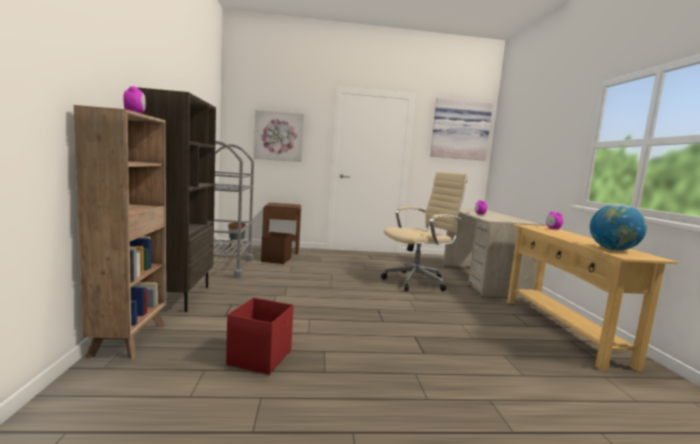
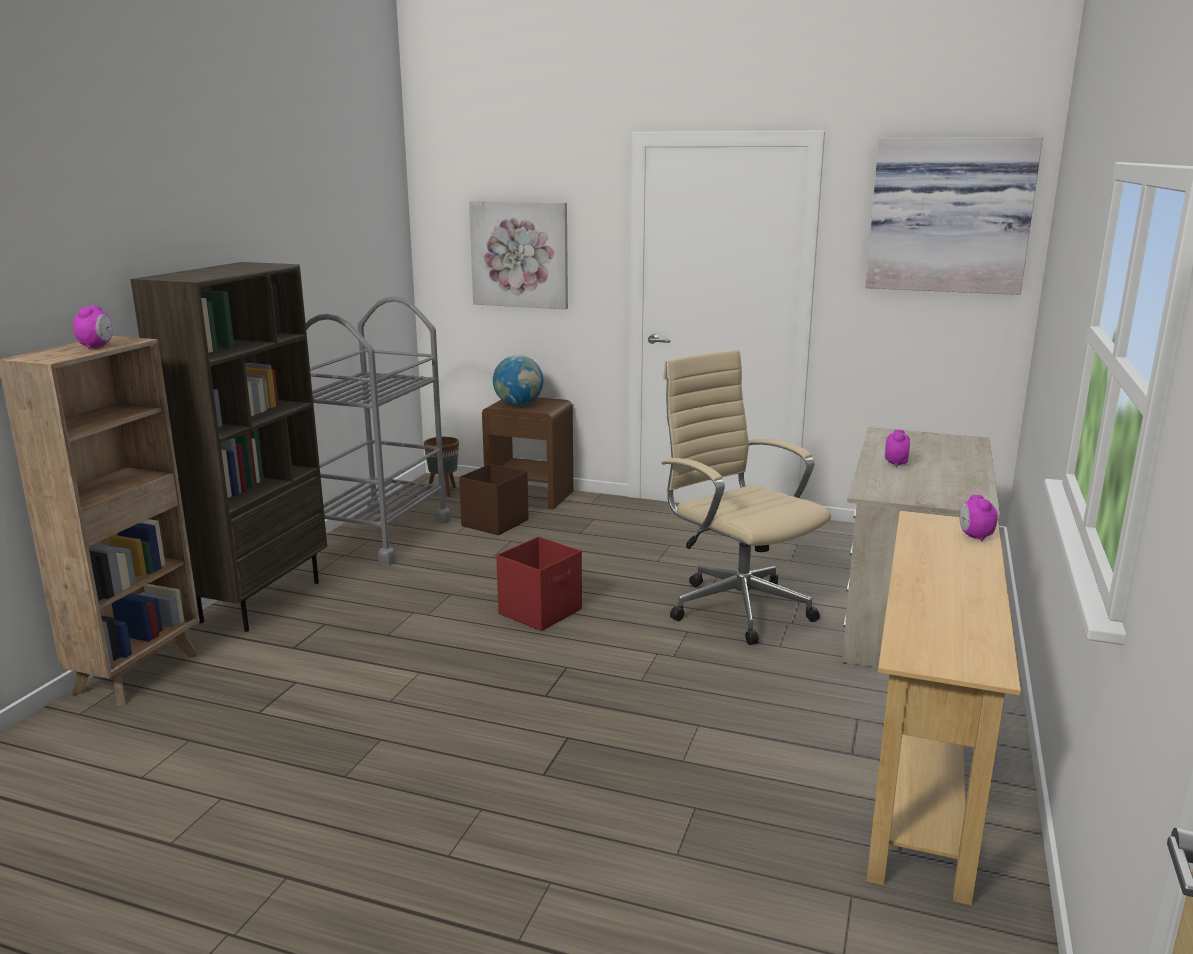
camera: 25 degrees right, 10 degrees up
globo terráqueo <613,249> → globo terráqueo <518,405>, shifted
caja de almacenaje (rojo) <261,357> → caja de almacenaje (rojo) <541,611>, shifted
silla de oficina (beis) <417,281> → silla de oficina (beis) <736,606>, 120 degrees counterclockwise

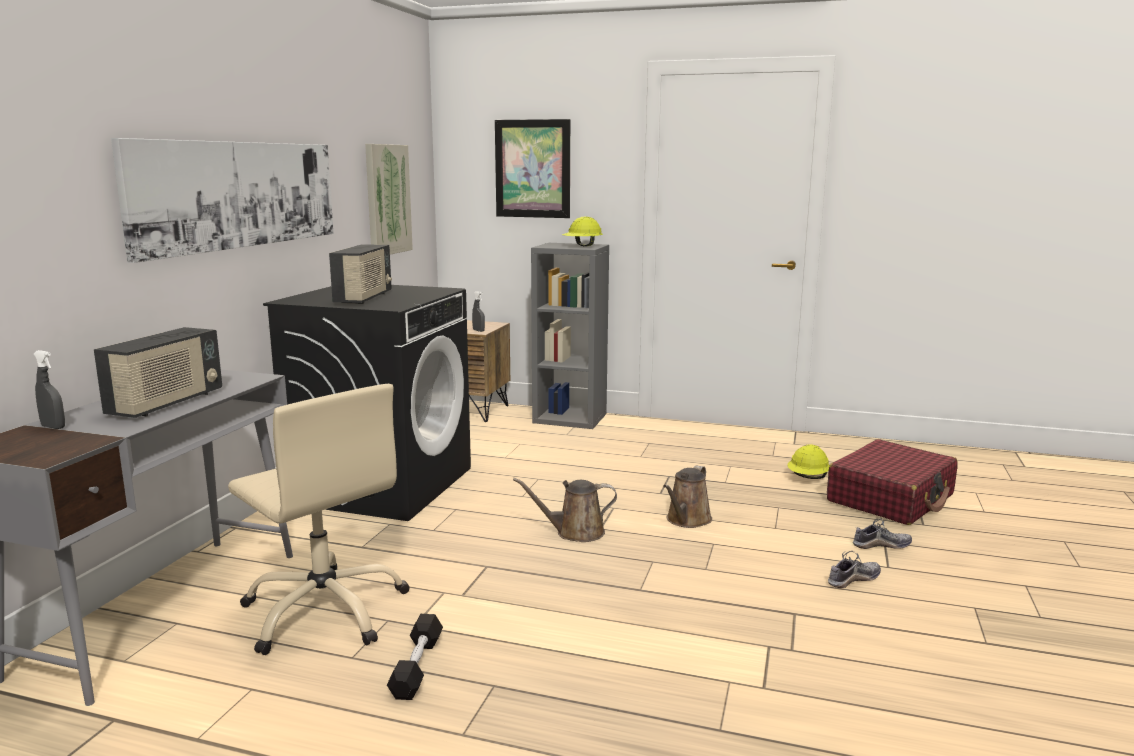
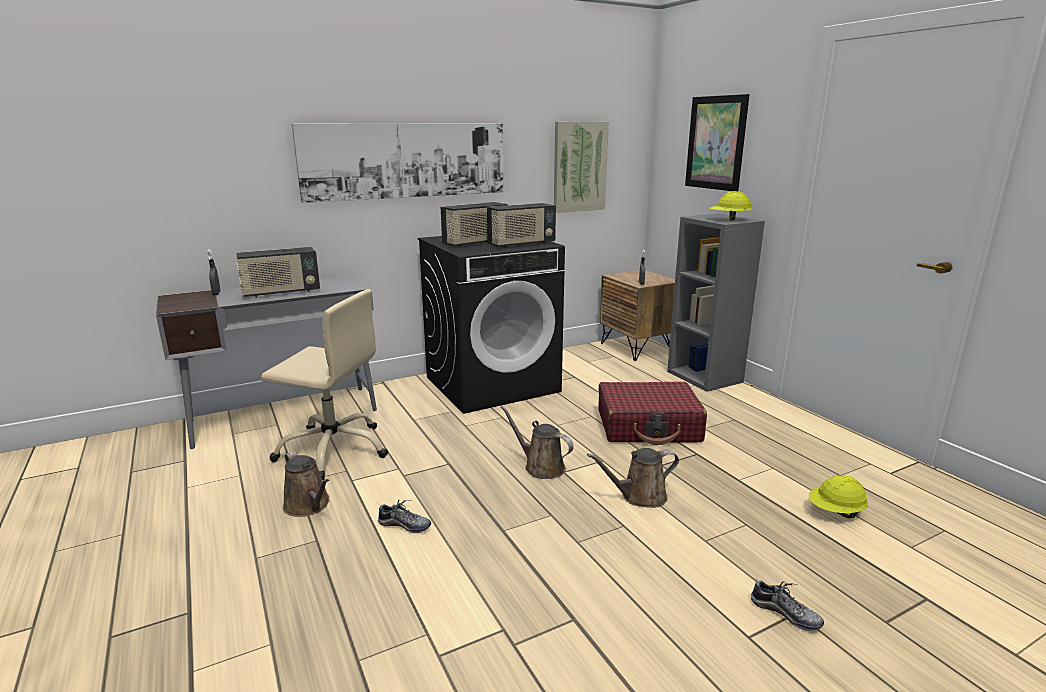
camera: 45 degrees right, 5 degrees up
silla de oficina (beis) <325,611> → silla de oficina (beis) <333,449>, 75 degrees counterclockwise
mancuerna (negro) <417,667> → regadera (marrón) <308,505>
zapato <853,579> → zapato <404,525>, shifted
- → radio <521,244>
maleta (rojo) <891,498> → maleta (rojo) <648,426>, shifted

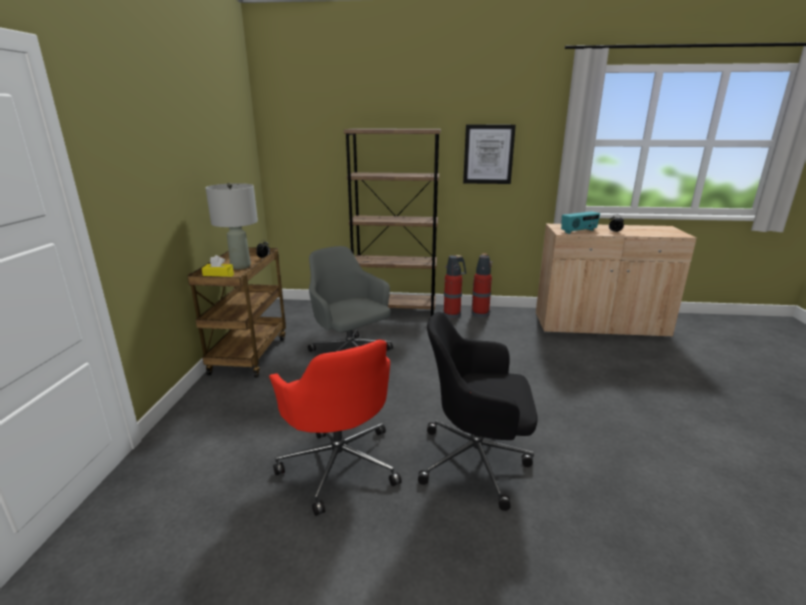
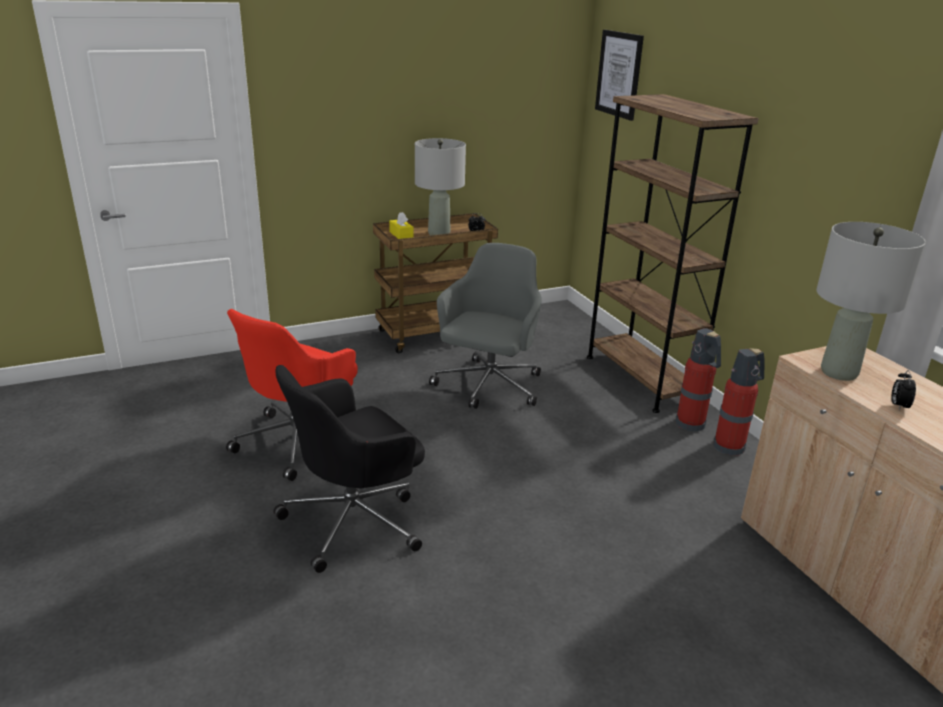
camera: 60 degrees right, 5 degrees up
silla de oficina (negro) <477,461> → silla de oficina (negro) <355,521>, 105 degrees counterclockwise
cuadro <488,154> → cuadro <619,74>, shifted
radio <579,231> → lámpara de mesa (gris) <839,372>

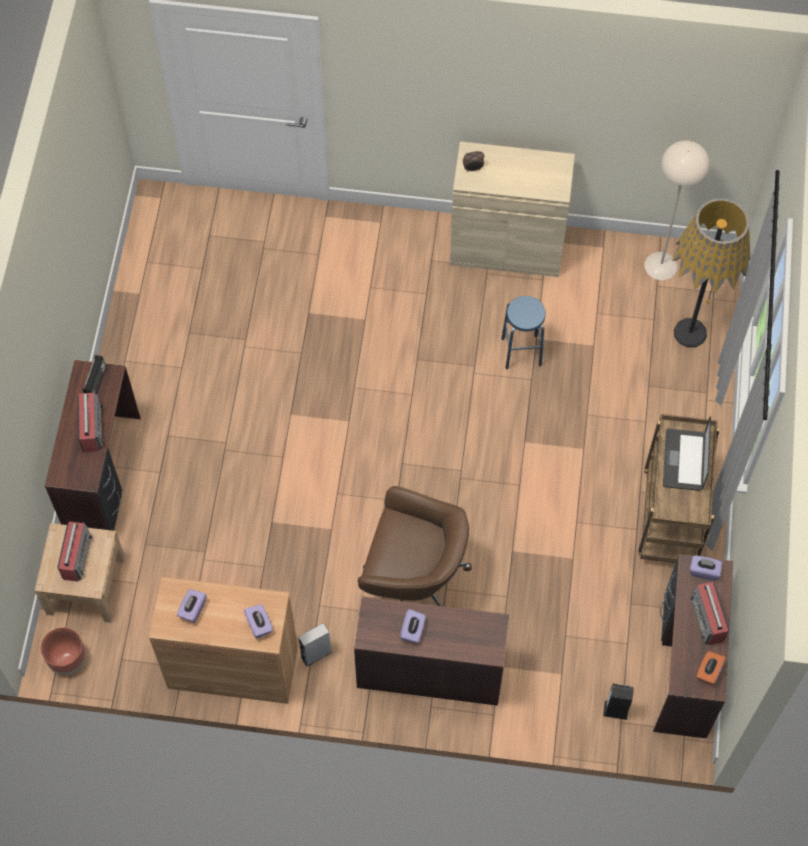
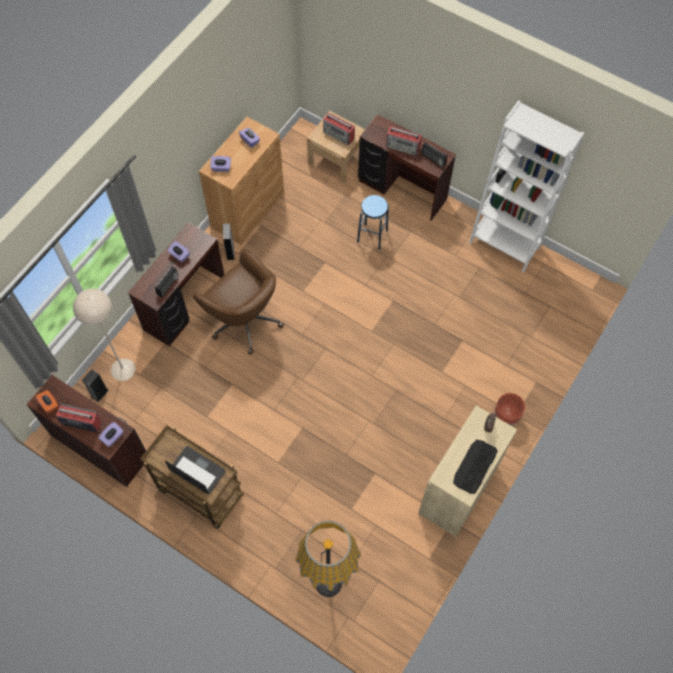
camera: 115 degrees right, 0 degrees up
lámpara de pie (beis) <661,266> → lámpara de pie (beis) <122,369>, shifted
- → radio <168,286>
silla de oficina (marrón) <413,582> → silla de oficina (marrón) <244,320>, 90 degrees counterclockwise
taburete (azul) <521,352> → taburete (azul) <372,236>, shifted
- → teclado <475,466>
- → estantería (blanco) <504,244>
maceta (marrón) <68,660> → maceta (marrón) <505,416>, shifted

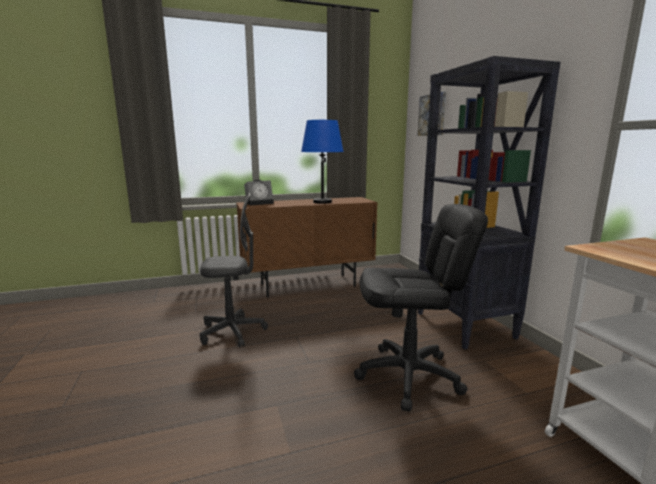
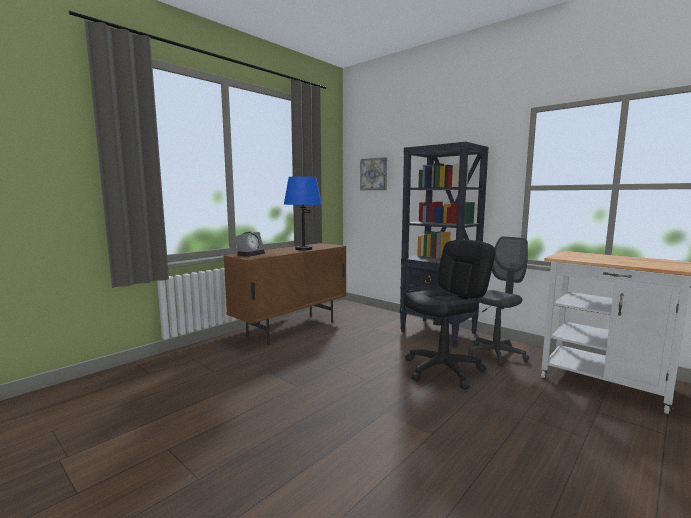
camera: 30 degrees left, 5 degrees down
silla de oficina (gris) <232,332> → silla de oficina (gris) <496,355>, shifted

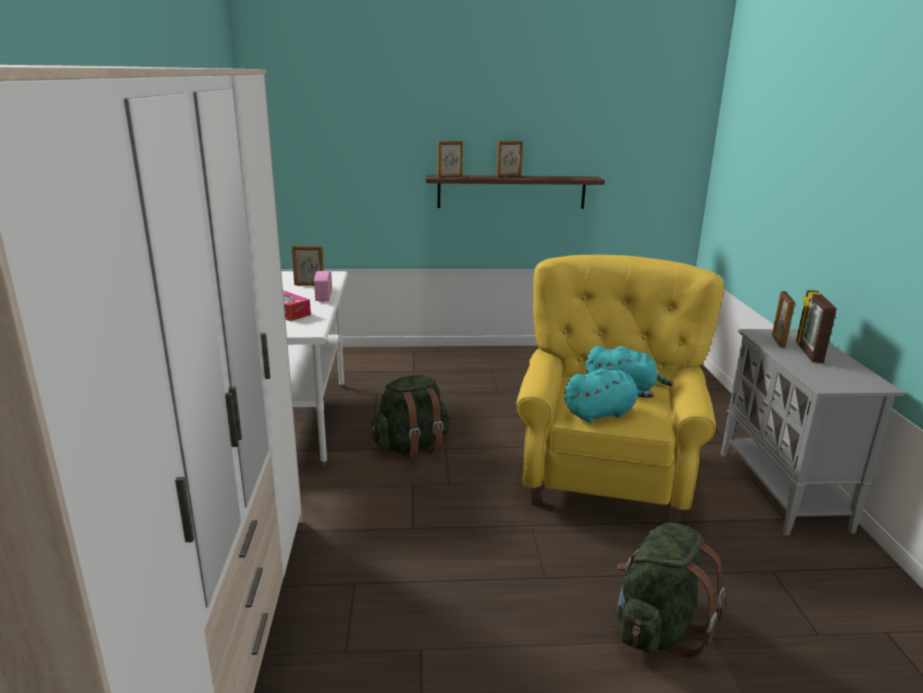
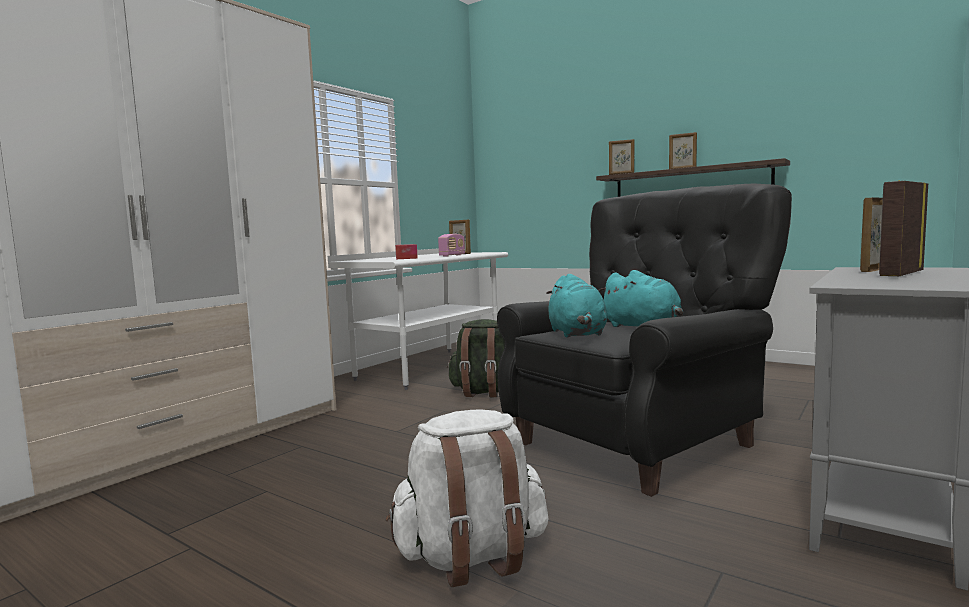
camera: 40 degrees right, 15 degrees down
mochila (verde) <657,628> → mochila (blanco) <472,557>
sillón (amarillo) <605,472> → sillón (negro) <639,442>
peluche (turquesa) <601,413> → peluche (turquesa) <577,334>, 60 degrees clockwise

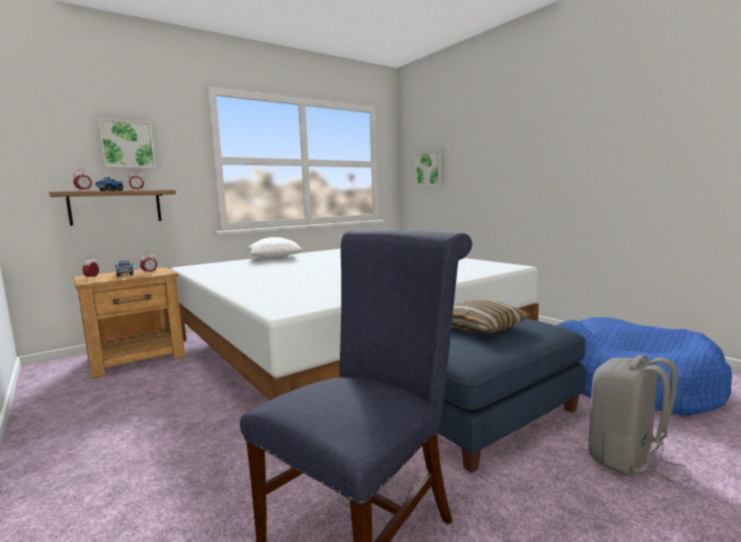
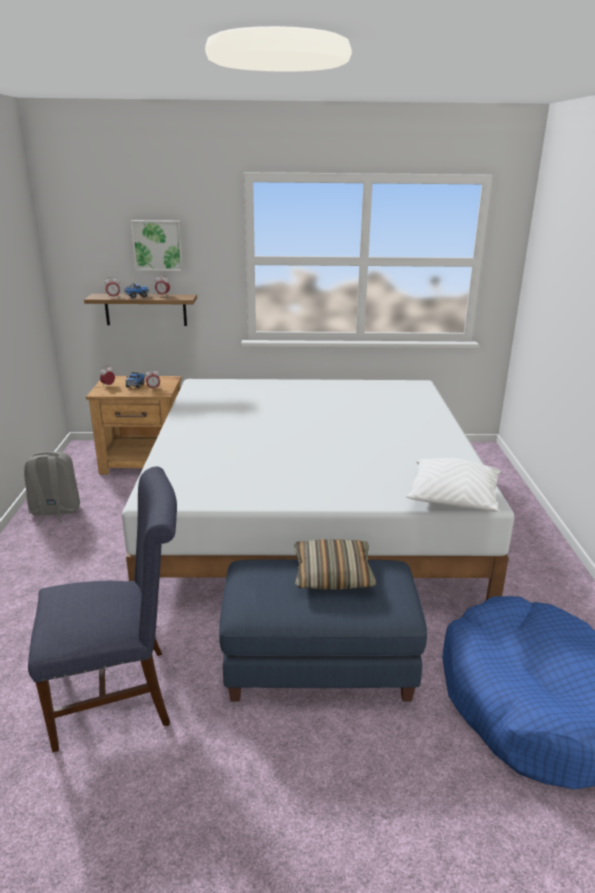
camera: 35 degrees right, 15 degrees up
mochila (gris) <628,459> → mochila (gris) <55,512>, shifted
cojín (blanco) <275,258> → cojín (blanco) <453,499>, shifted
cuadro <429,169> → -

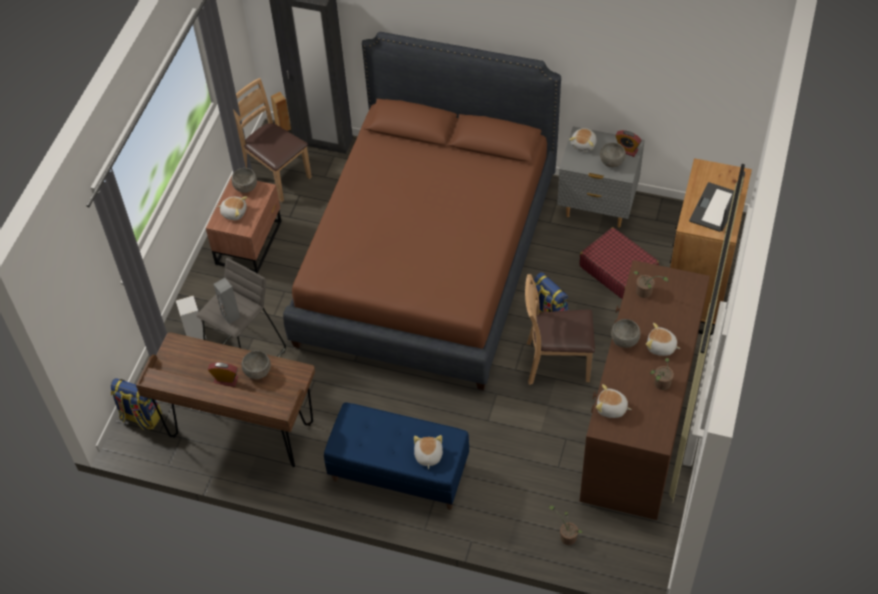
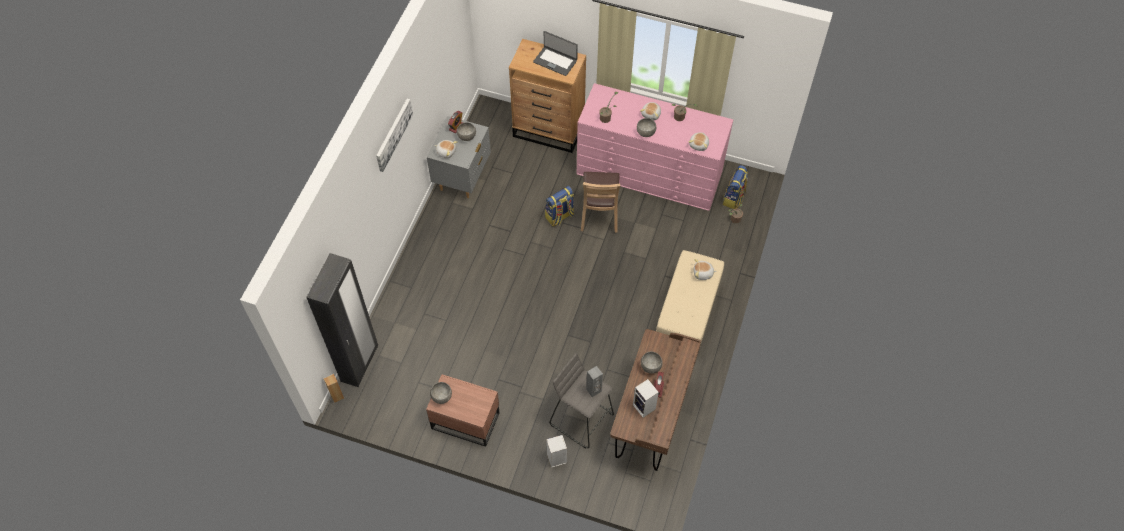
camera: 90 degrees left, 5 degrees up
- → cuadro <393,134>
cómoda (marrón) <639,422> → cómoda (rosa) <649,173>
- → altavoz <645,407>
banco (azul) <398,472> → banco (beis) <687,314>
mochila <140,417> → mochila <733,198>, shifted
peluche <234,212> → -
silla (marrón) <276,176> → -
cama (marrón) <428,259> → -
maleta (rojo) <617,270> → -

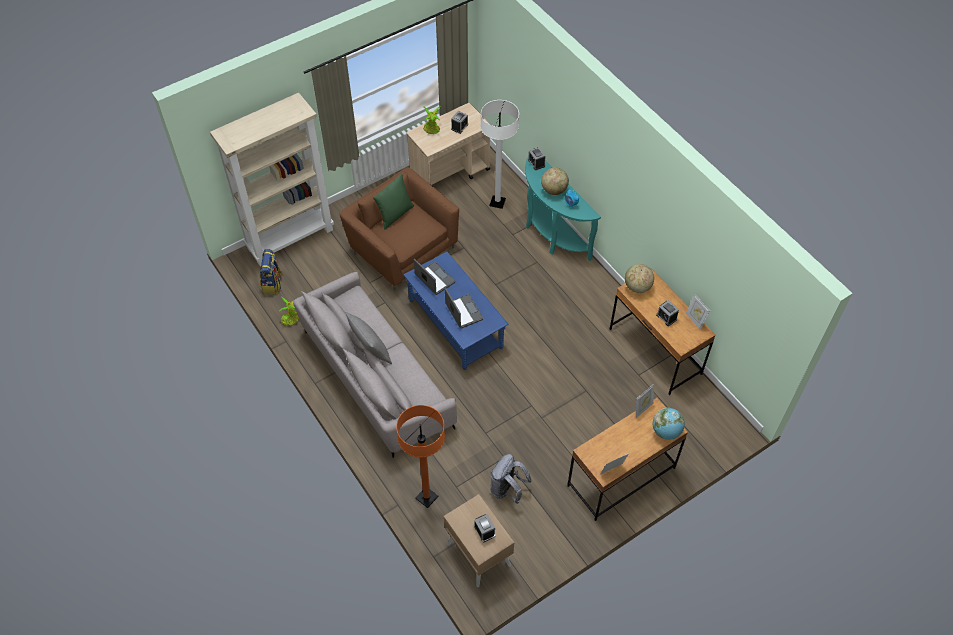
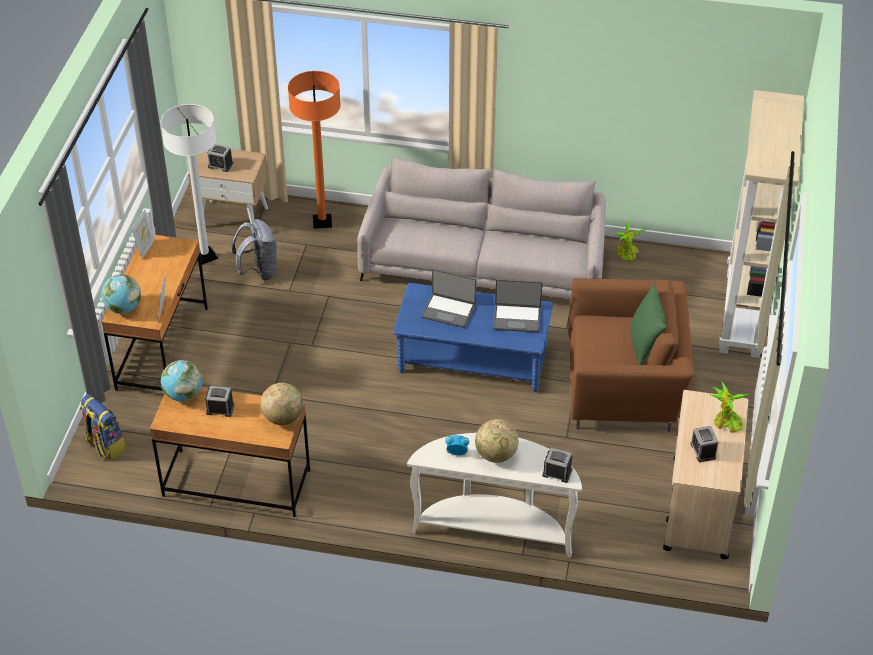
camera: 135 degrees right, 10 degrees down
mochila <273,284> → mochila <104,445>, shifted
lámpara de pie (blanco) <497,202> → lámpara de pie (blanco) <205,256>, shifted
- → globo terráqueo <183,395>
mesa consola (turquesa) <551,233> → mesa consola (blanco) <494,528>
cojín (gris) <370,351> → -
portarretratos <695,320> → -

